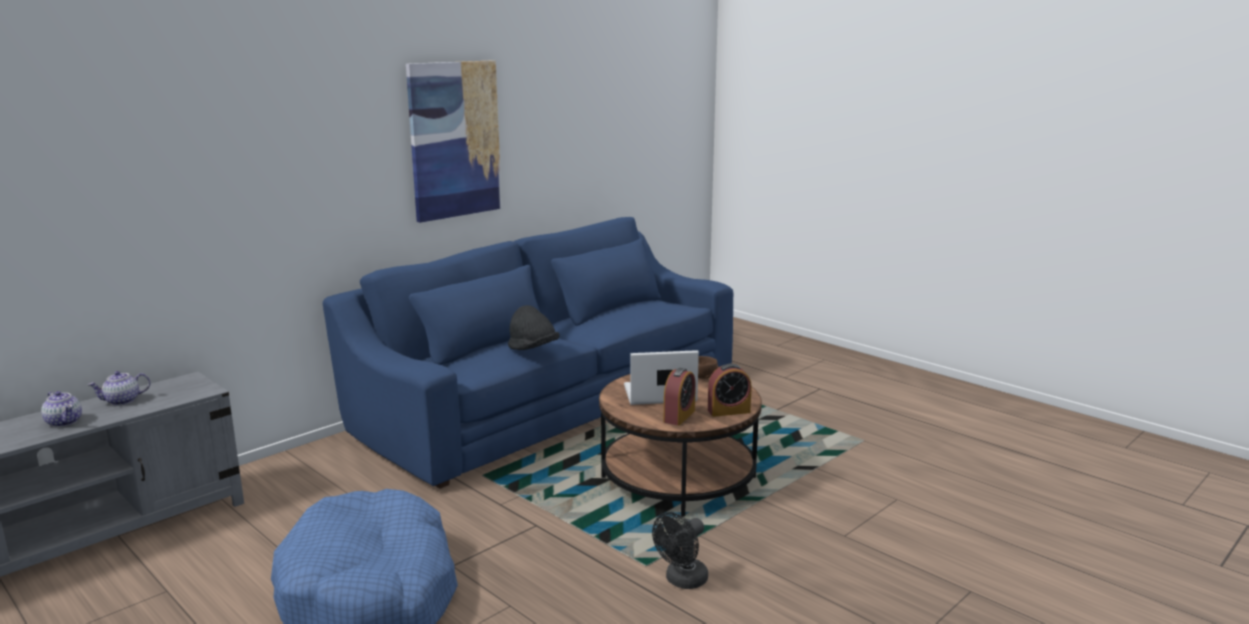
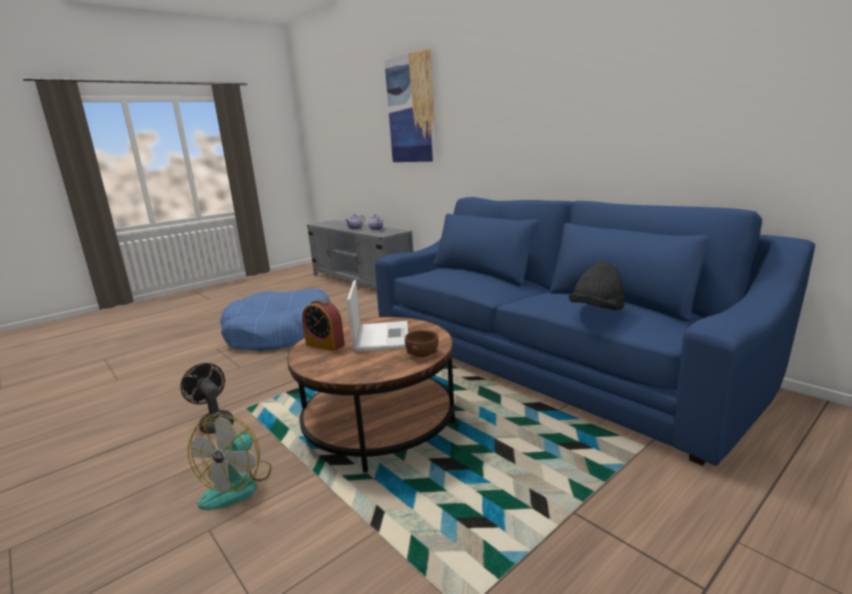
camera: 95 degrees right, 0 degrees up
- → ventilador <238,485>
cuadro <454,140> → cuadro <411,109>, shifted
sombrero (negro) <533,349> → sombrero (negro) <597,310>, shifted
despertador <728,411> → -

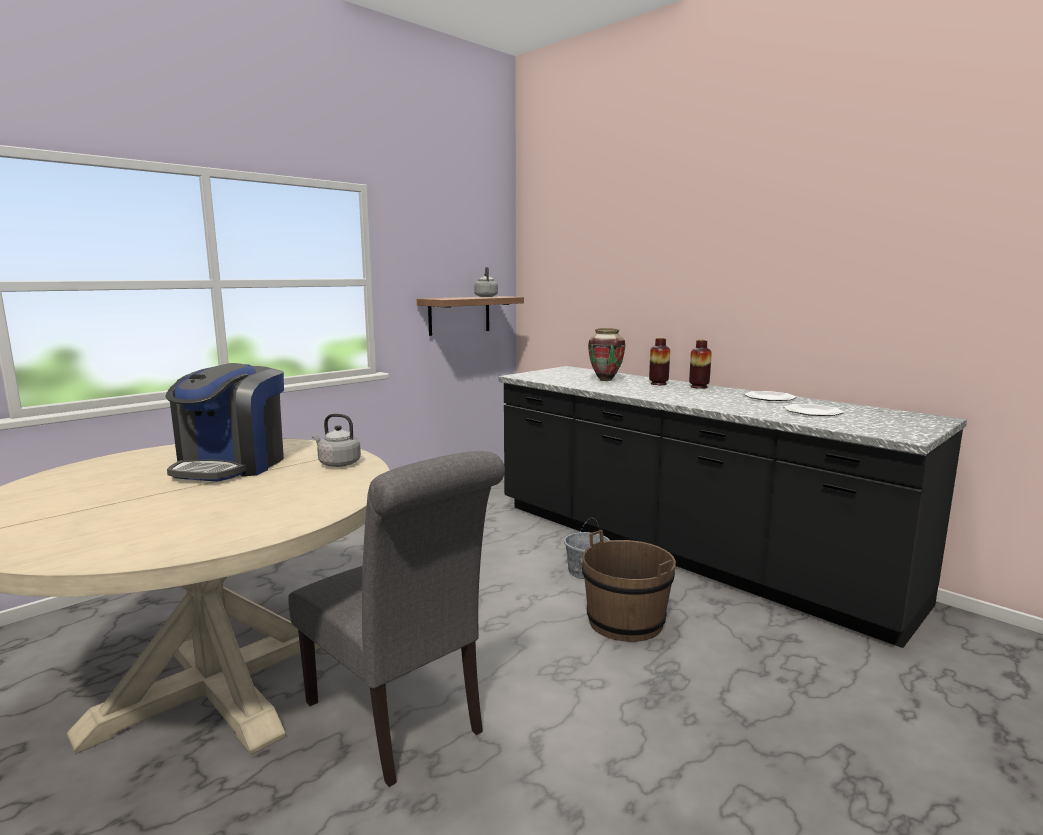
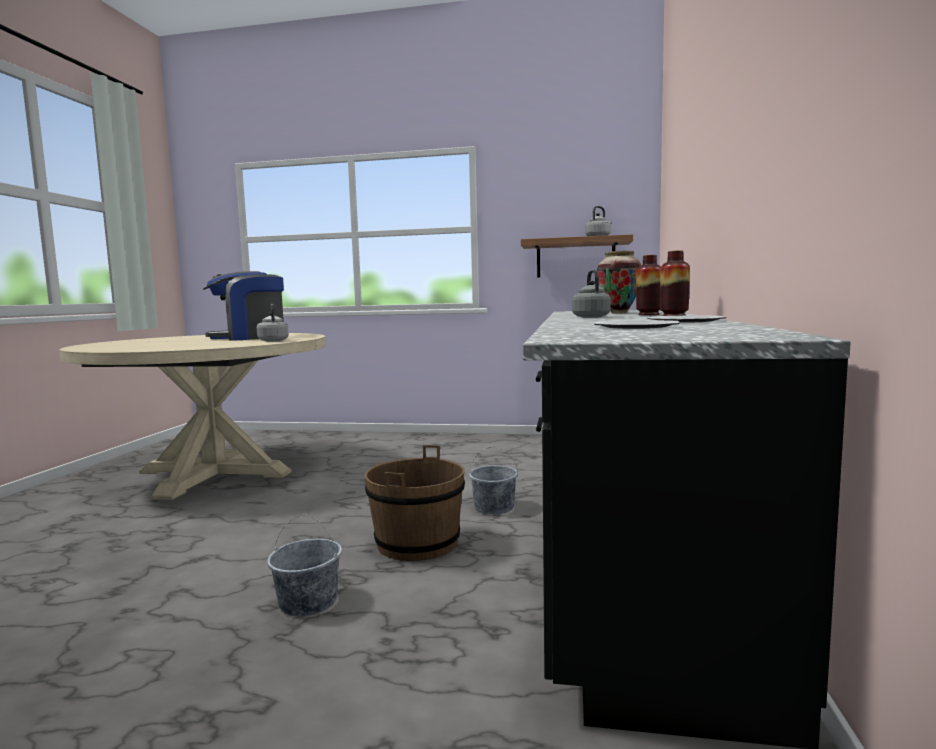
camera: 55 degrees right, 5 degrees down
- → cubo (gris) <308,602>
- → hervidor (gris) <590,317>
silla (gris) <400,721> → -

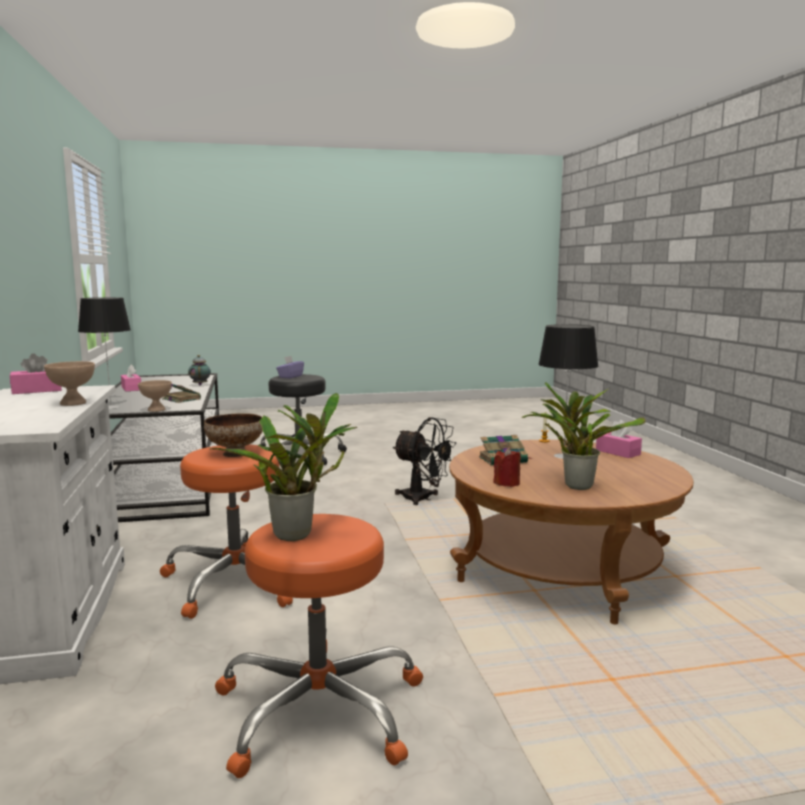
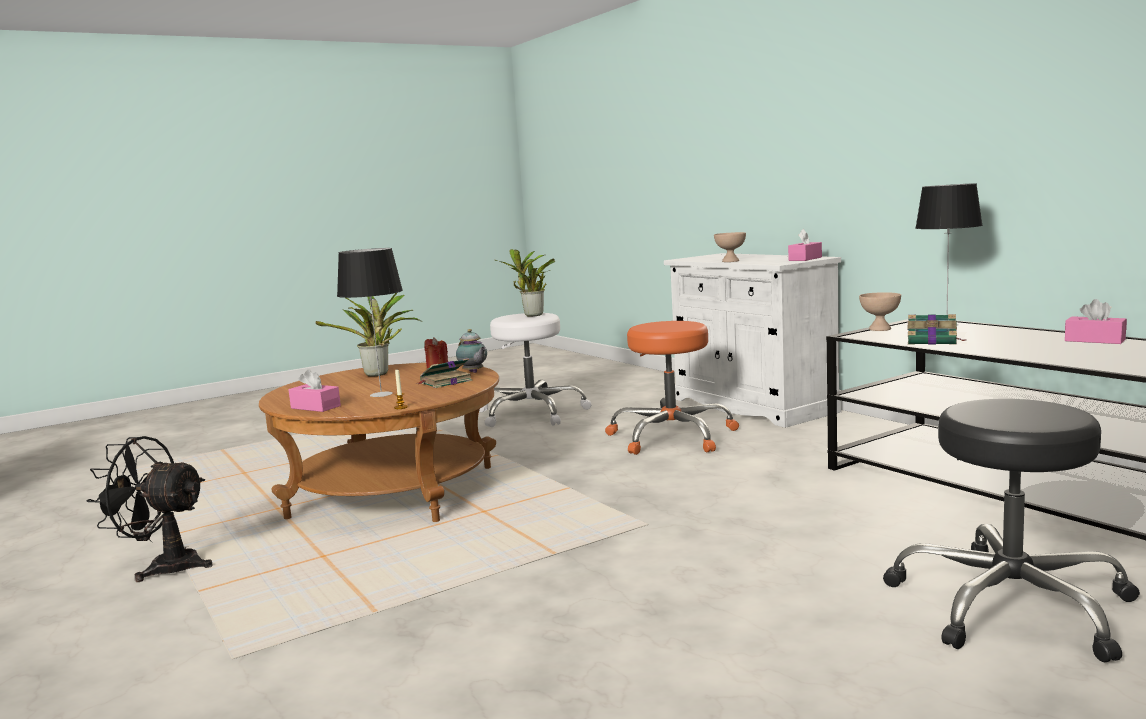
camera: 160 degrees right, 0 degrees up
ventilador (negro) <423,499> → ventilador (negro) <165,567>, shifted
tetera <200,384> → tetera <473,372>, shifted
taburete (naranja) <319,709> → taburete (blanco) <532,413>
cuenco <235,453> → -
caja de pañuelos (morado) <290,376> → -

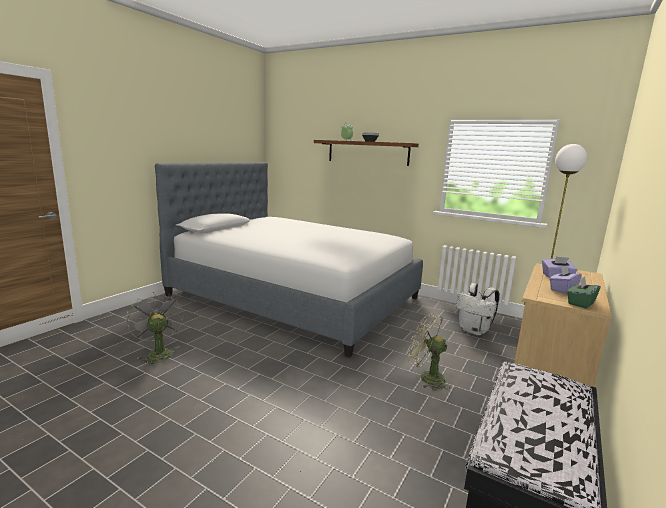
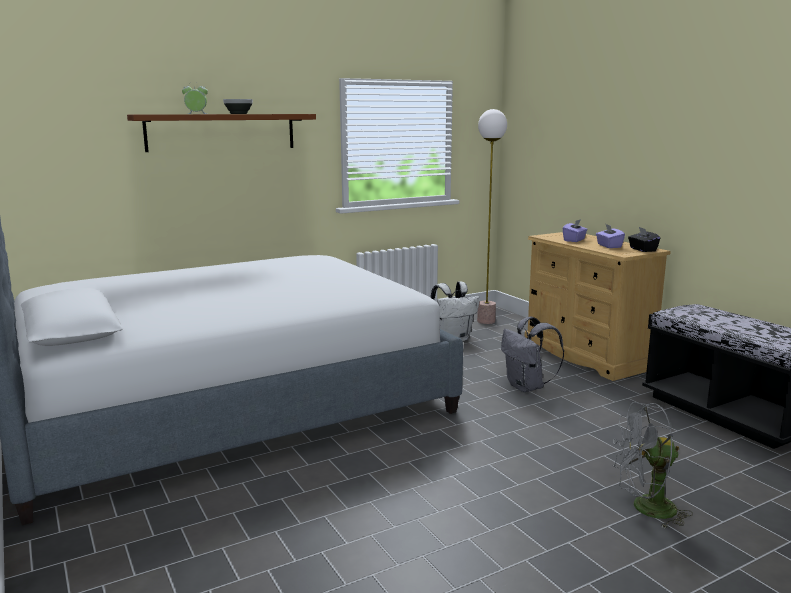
camera: 60 degrees left, 0 degrees up
ventilador (verde) <426,377> → mochila (gris) <527,387>
ventilador (gris) <158,352> → ventilador (gris) <645,509>, shifted
caja de pañuelos (verde) <580,303> → caja de pañuelos (negro) <642,249>

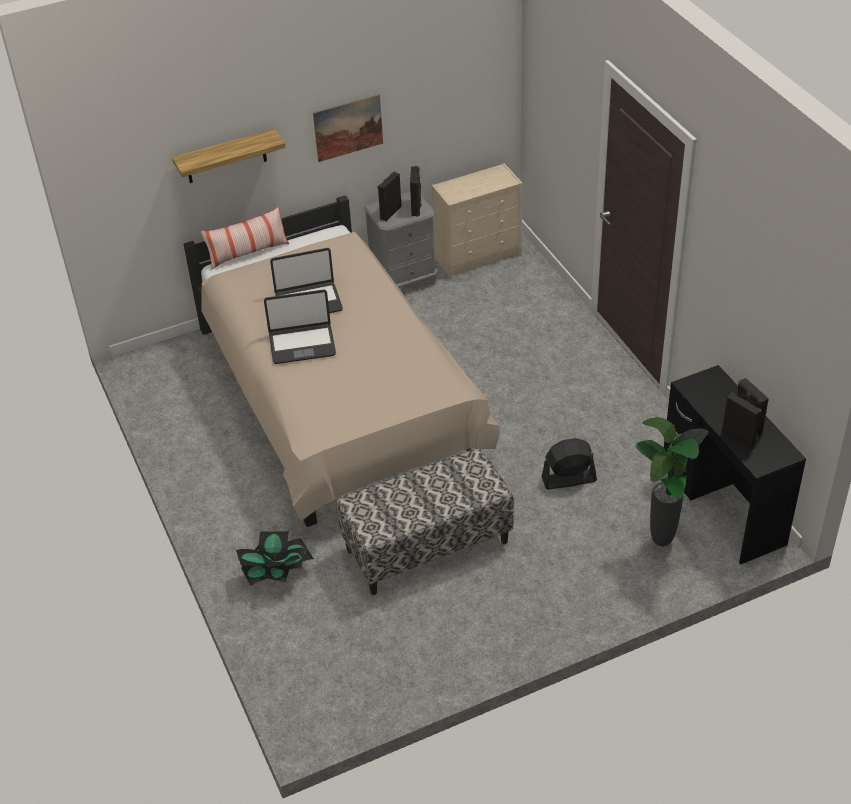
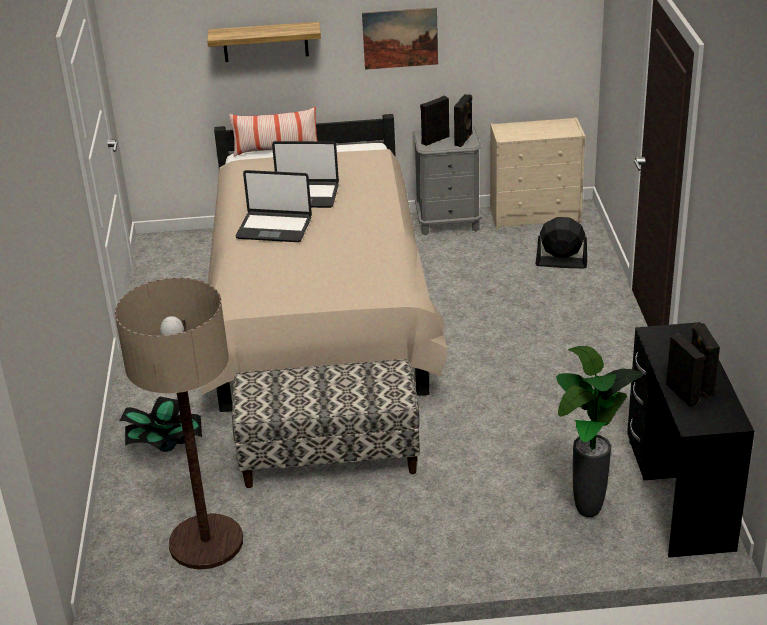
camera: 20 degrees right, 10 degrees down
- → lámpara de pie <206,543>
ventilador (negro) <568,479> → ventilador (negro) <561,262>, shifted

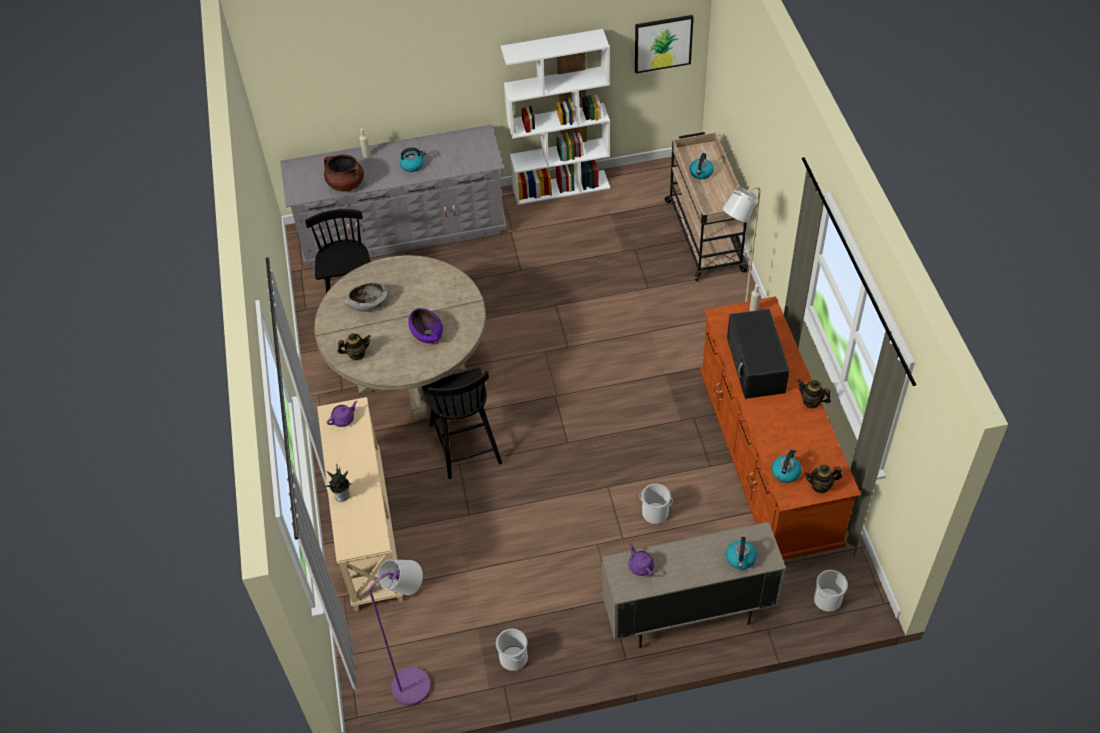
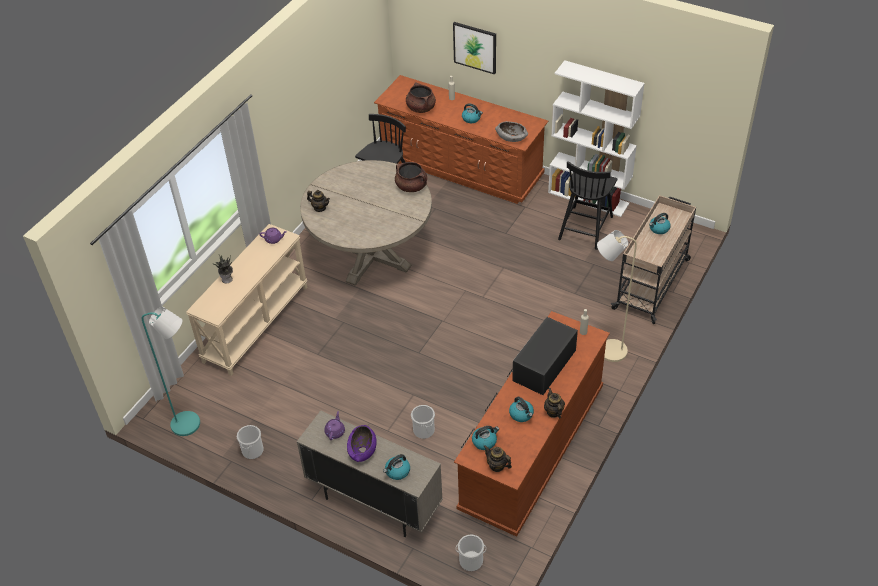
camera: 40 degrees right, 5 degrees down
lámpara de pie (morado) <418,682> → lámpara de pie (turquesa) <191,424>
cuenco (morado) <427,332> → cuenco (morado) <362,449>, shifted
cómoda (gris) <403,230> → cómoda (marrón) <461,167>
- → olla (marrón) <411,186>
cuadro <663,43> → cuadro <475,47>, shifted
cuenco (gris) <368,303> → cuenco (gris) <511,137>, shifted
- → hervidor <521,414>
silla (negro) <465,442> → silla (negro) <585,227>, shifted

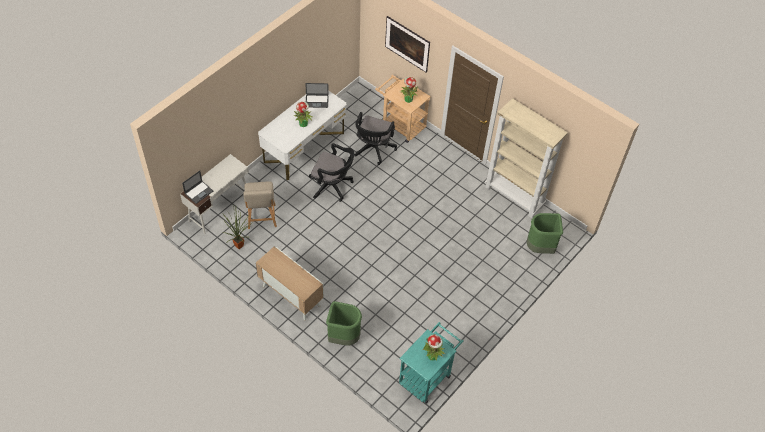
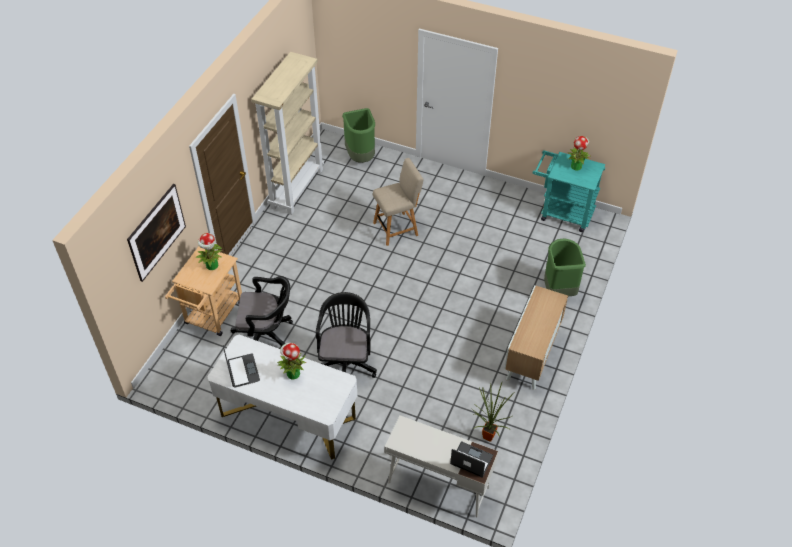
camera: 105 degrees left, 5 degrees down
silla (beis) <262,218> → silla (beis) <397,228>, shifted

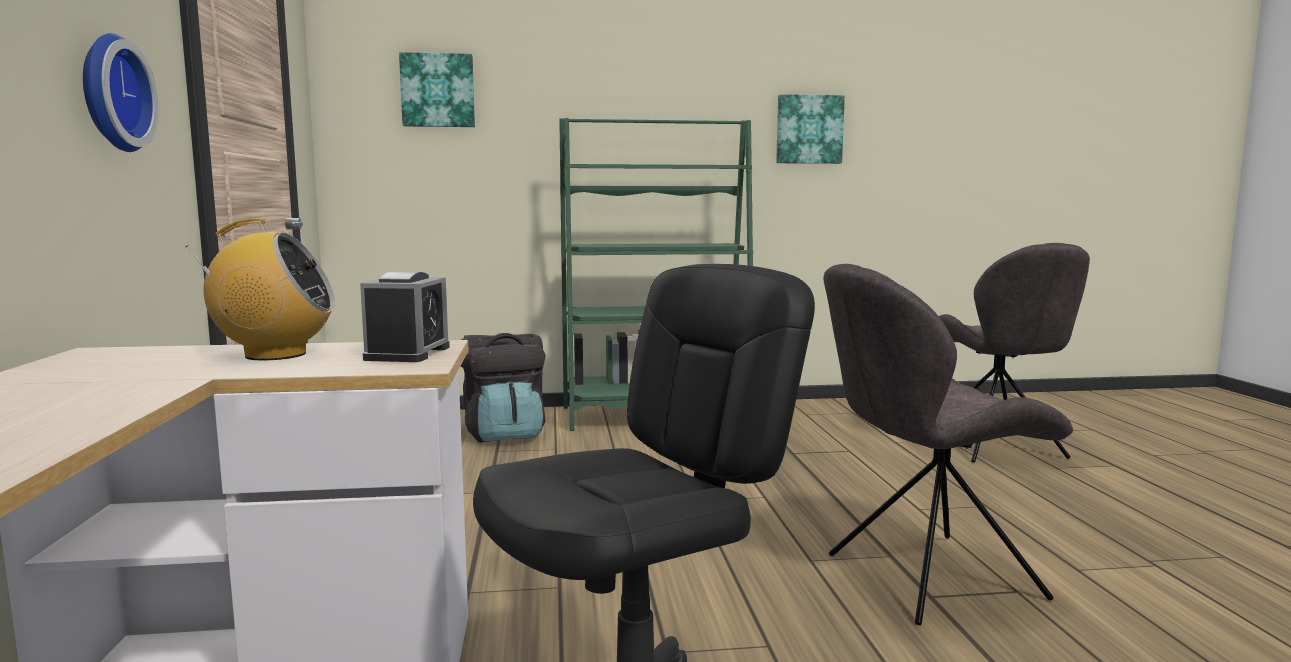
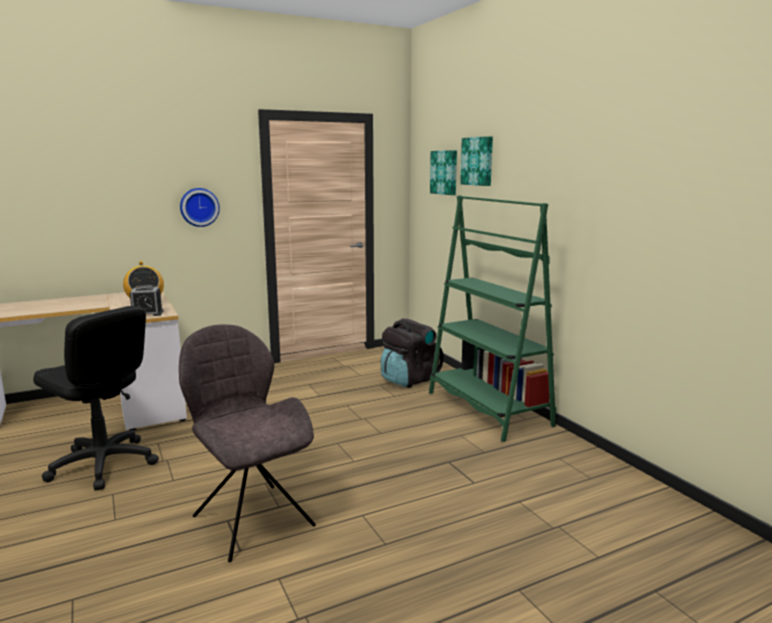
camera: 70 degrees right, 5 degrees up
cuadro <809,129> → cuadro <478,161>, shifted
silla (gris) <996,447> → -

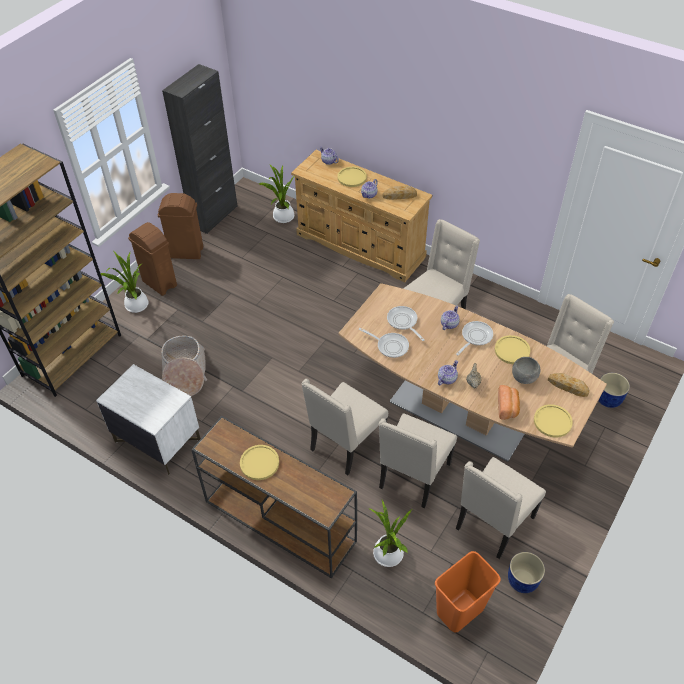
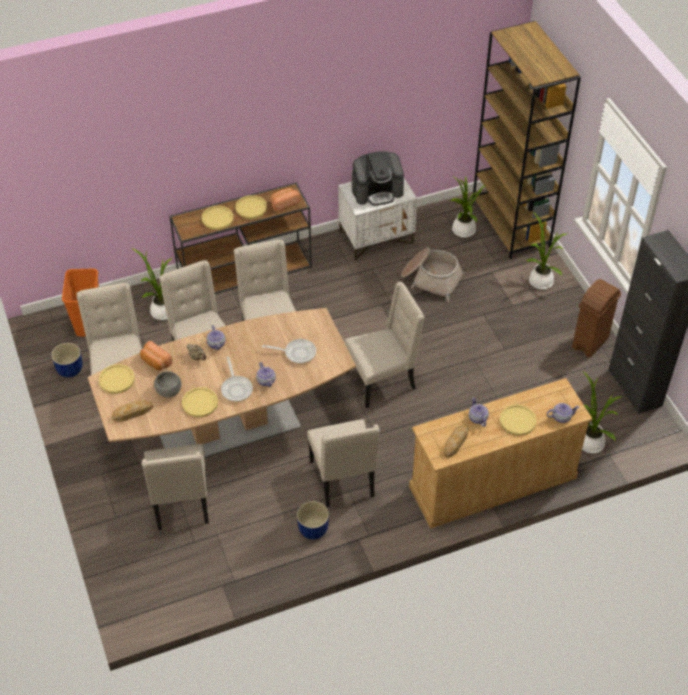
camera: 125 degrees right, 0 degrees up
- → plato (amarillo) <217,218>
- → pan <284,203>
maceta (azul) <608,399> → maceta (azul) <313,529>, shifted
- → silla (beis) <382,380>
- → cafetera <377,191>
- → planta en maceta <463,231>
papelera (marrón) <159,283> → -
sartén <390,346> → -

